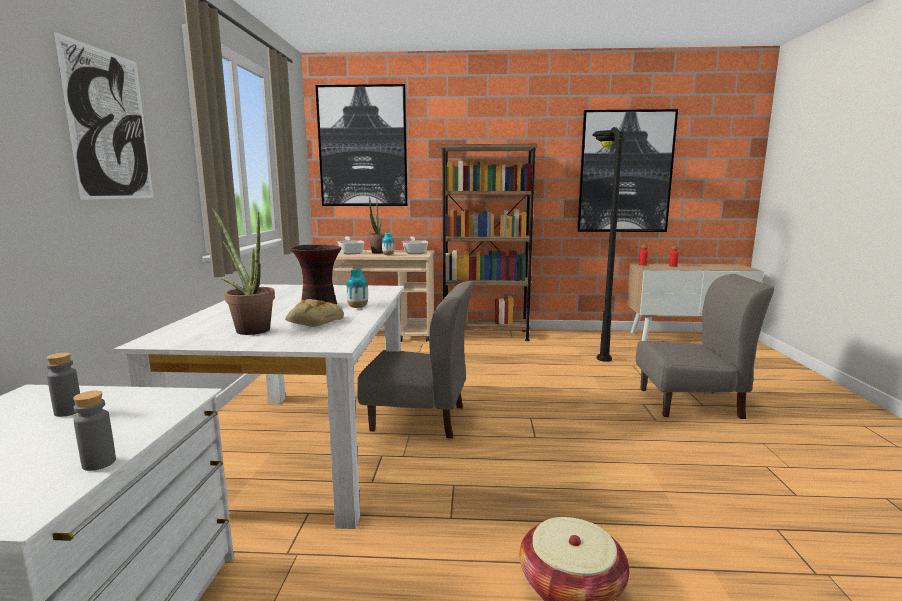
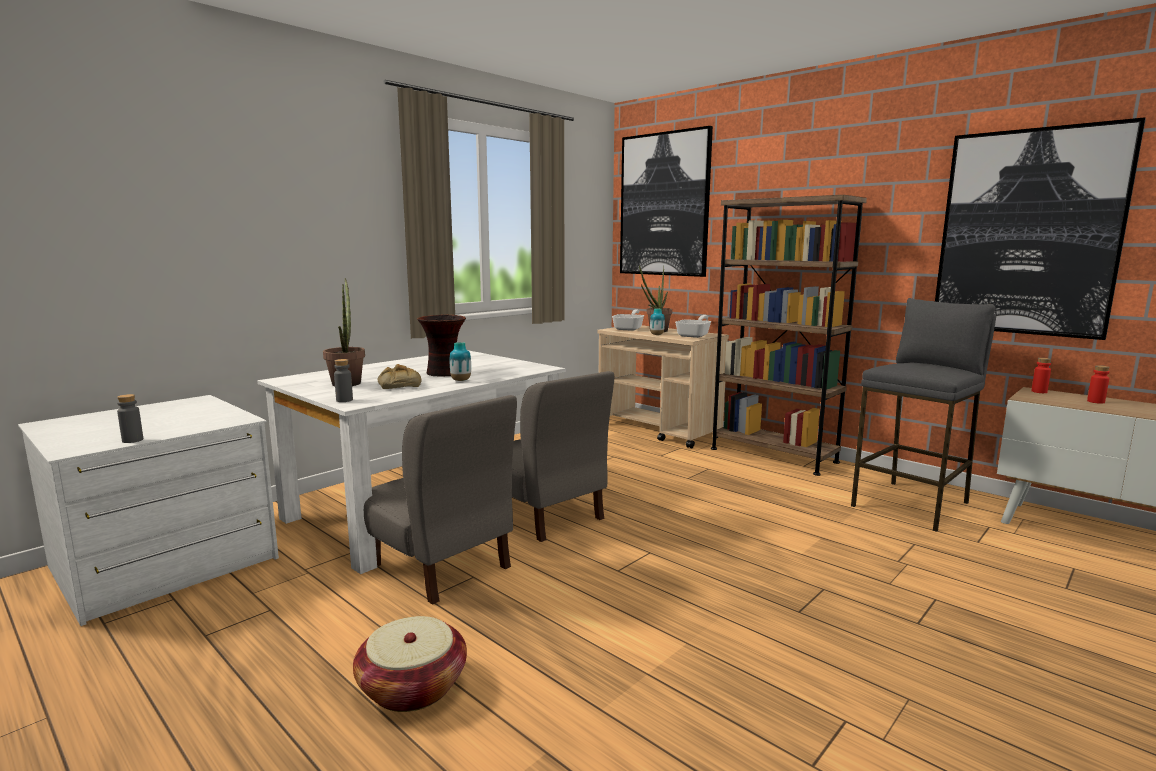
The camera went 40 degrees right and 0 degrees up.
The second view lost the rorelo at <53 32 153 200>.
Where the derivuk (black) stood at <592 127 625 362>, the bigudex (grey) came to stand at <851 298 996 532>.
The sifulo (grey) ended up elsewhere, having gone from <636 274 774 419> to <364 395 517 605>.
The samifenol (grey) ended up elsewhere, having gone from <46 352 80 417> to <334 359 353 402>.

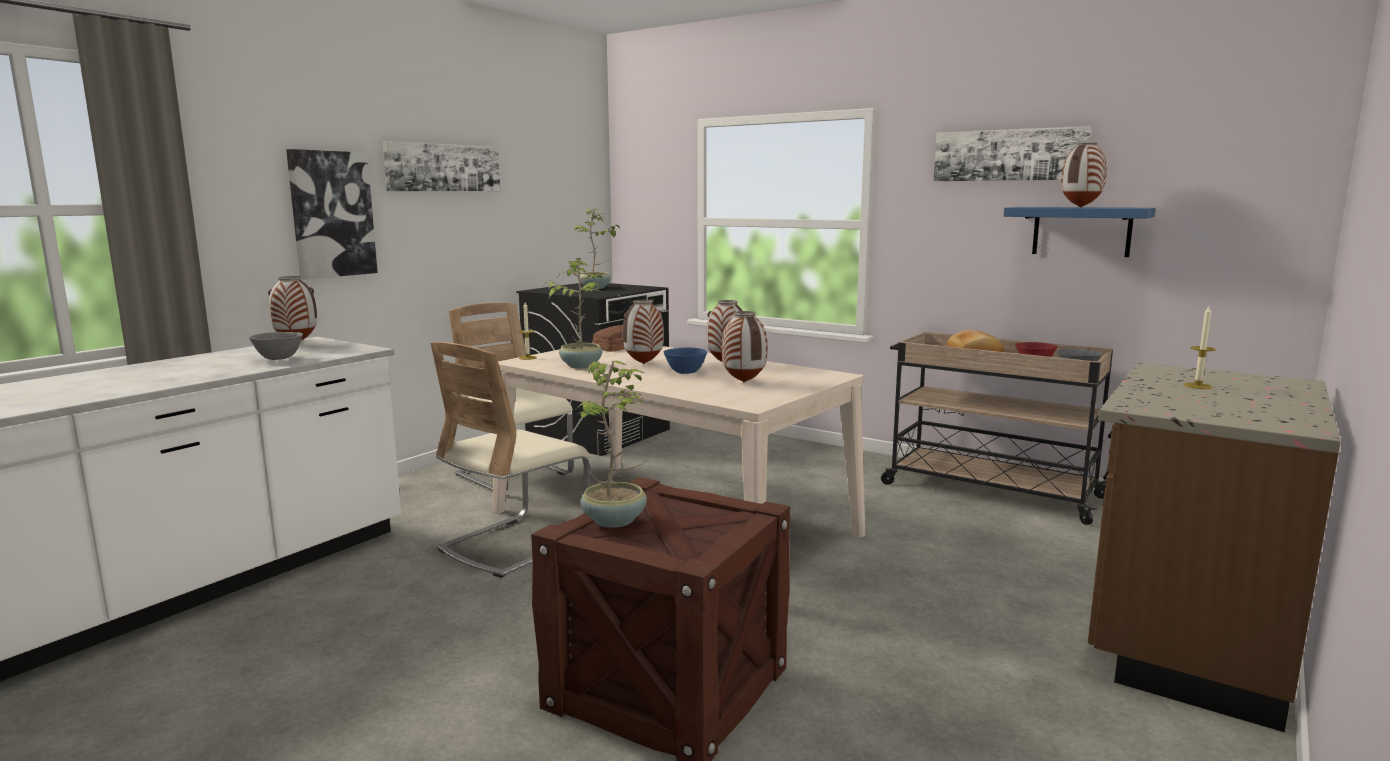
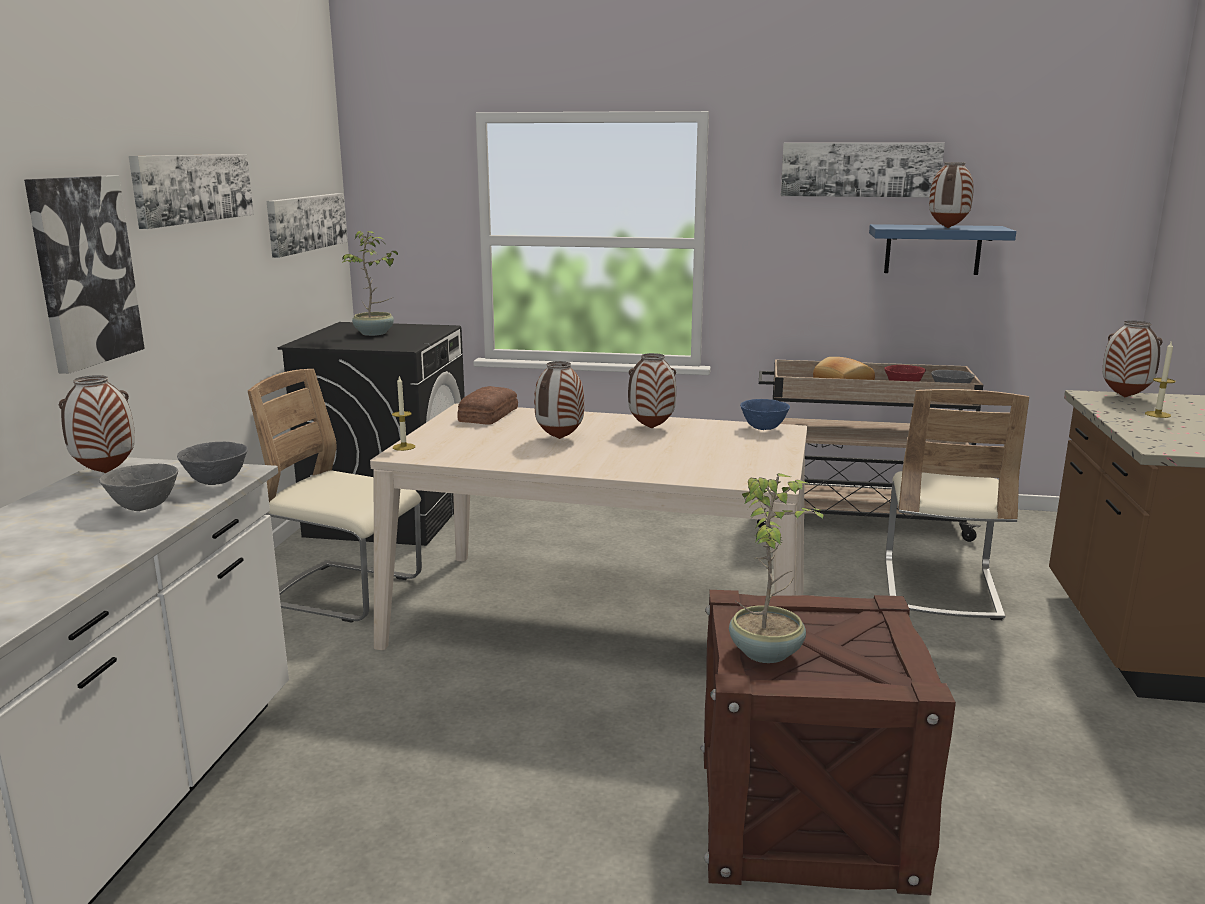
The camera went 25 degrees left and 5 degrees up.
The second view lost the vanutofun at <544 258 602 368>.
The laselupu ended up elsewhere, having gone from <722 311 767 382> to <1102 321 1163 397>.
The sifulo (beige) ended up elsewhere, having gone from <430 342 590 578> to <886 389 1029 620>.
The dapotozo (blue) ended up elsewhere, having gone from <664 347 707 374> to <740 399 790 430>.
The second view gained the rorelo at <266 193 347 258>.
The second view gained the dapotozo (grey) at <177 442 248 485>.

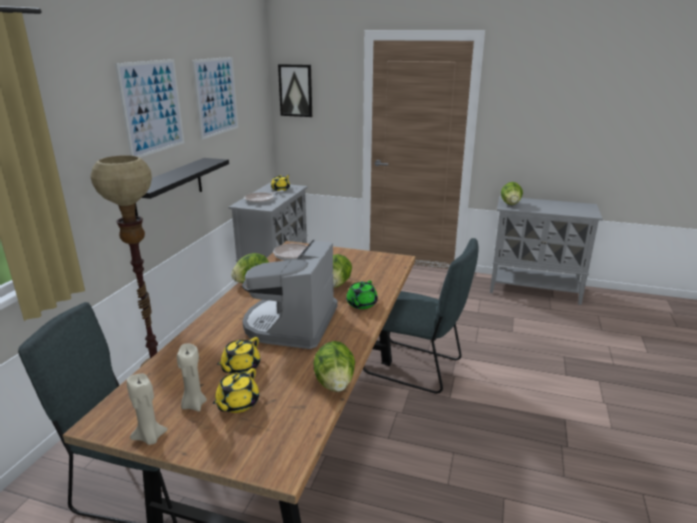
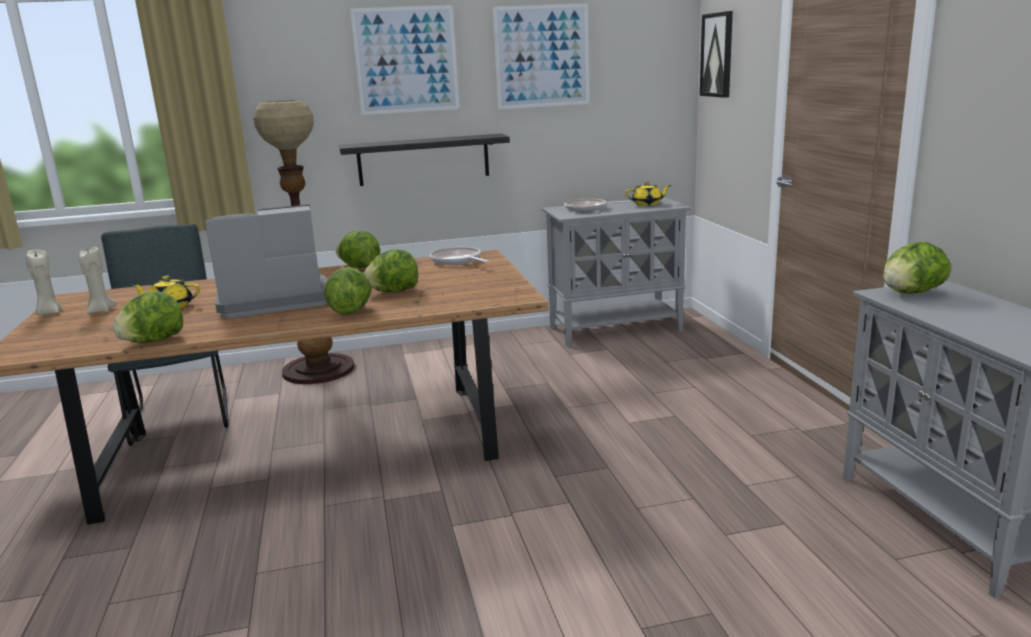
The camera went 60 degrees right and 5 degrees down.
The second view lost the sifulo (grey) at <363 238 478 394>.
Where the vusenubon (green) stood at <346 281 378 309>, the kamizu came to stand at <325 267 371 315>.
The second view lost the vusenubon (yellow) at <213 368 259 413>.

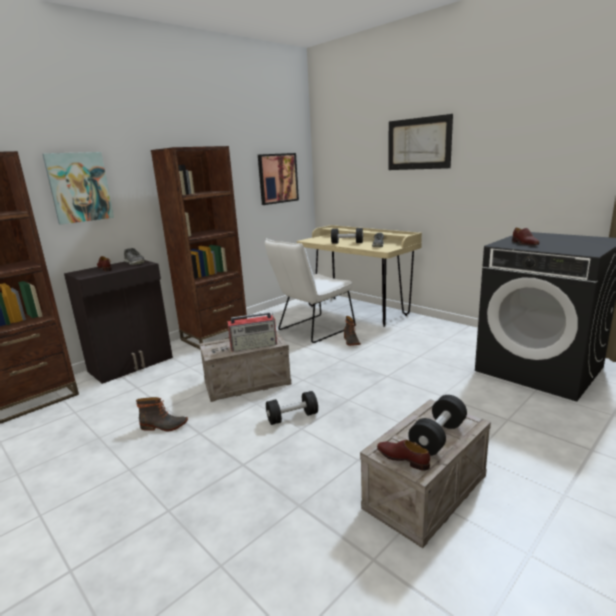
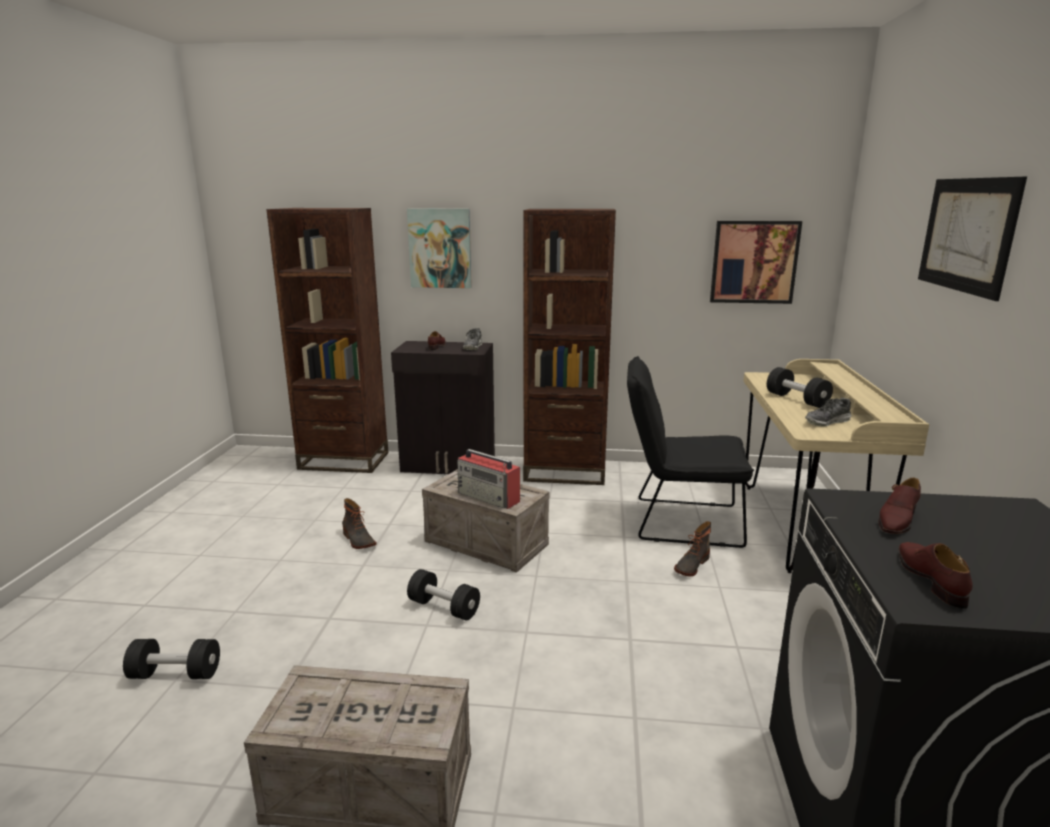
The camera went 50 degrees right and 0 degrees up.
What was the sifulo (white) at <265 238 355 343> turned into the sifulo (black) at <627 356 754 548>.
The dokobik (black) ended up elsewhere, having gone from <408 395 467 456> to <123 639 220 679>.
The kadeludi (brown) ended up elsewhere, having gone from <377 440 430 471> to <899 542 973 609>.

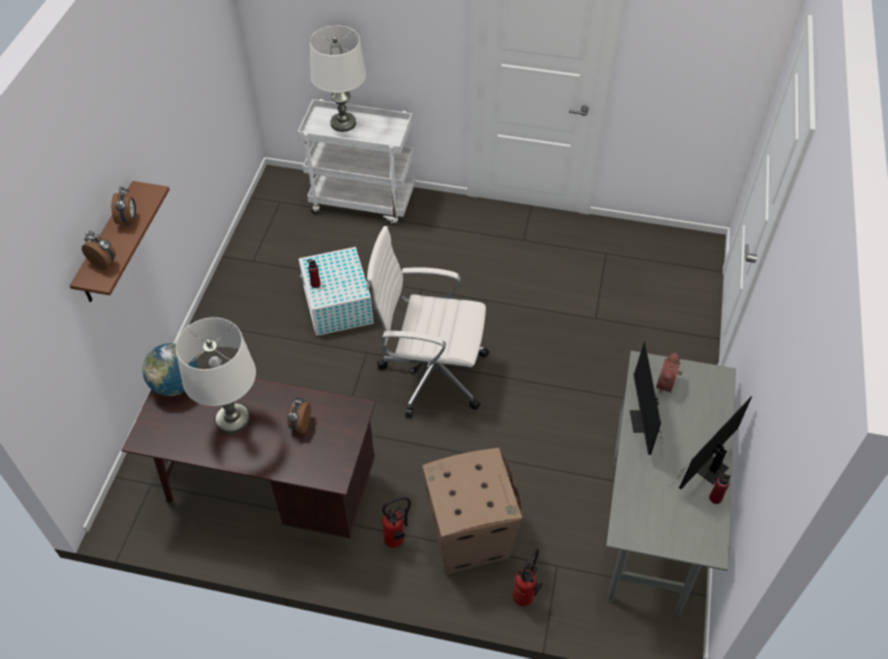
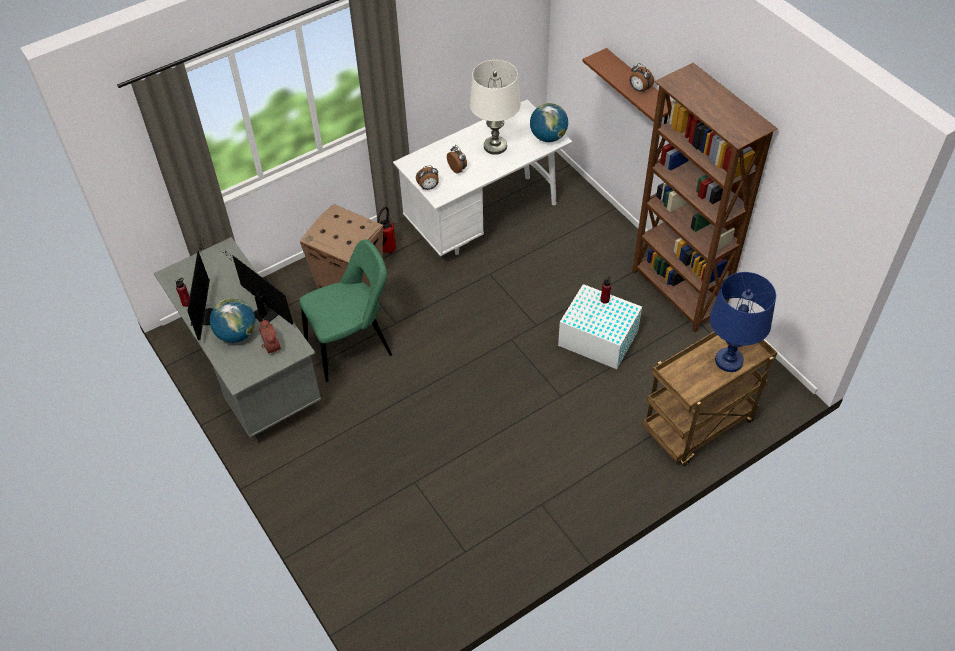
The camera went 135 degrees right and 0 degrees up.
What was the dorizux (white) at <310 25 366 132> turned into the dorizux (blue) at <710 272 776 372>.
What was the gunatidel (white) at <297 99 415 225> turned into the gunatidel (brown) at <642 332 777 466>.
The second view lost the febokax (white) at <366 226 489 418>.
The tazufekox ended up elsewhere, having gone from <82 231 116 270> to <416 166 438 190>.
What was the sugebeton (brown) at <121 368 376 538> turned into the sugebeton (white) at <393 100 573 256>.
The second view lost the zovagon at <513 549 542 606>.
The second view gained the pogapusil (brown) at <632 63 778 333>.
The second view gained the sifulo (green) at <300 239 392 382>.
The second view gained the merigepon at <210 298 255 343>.

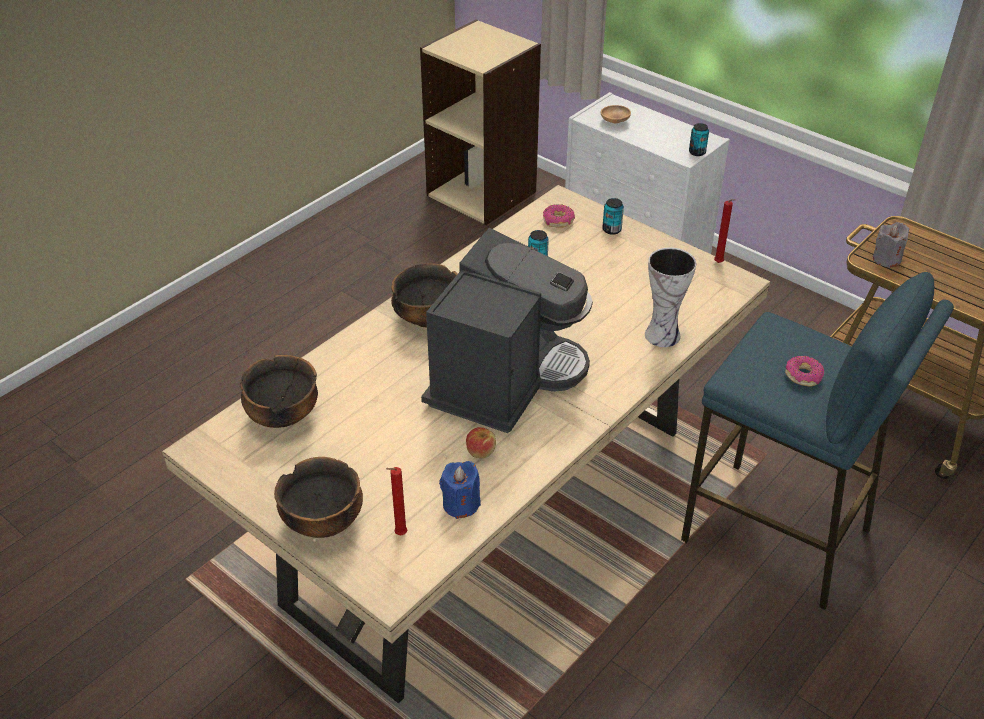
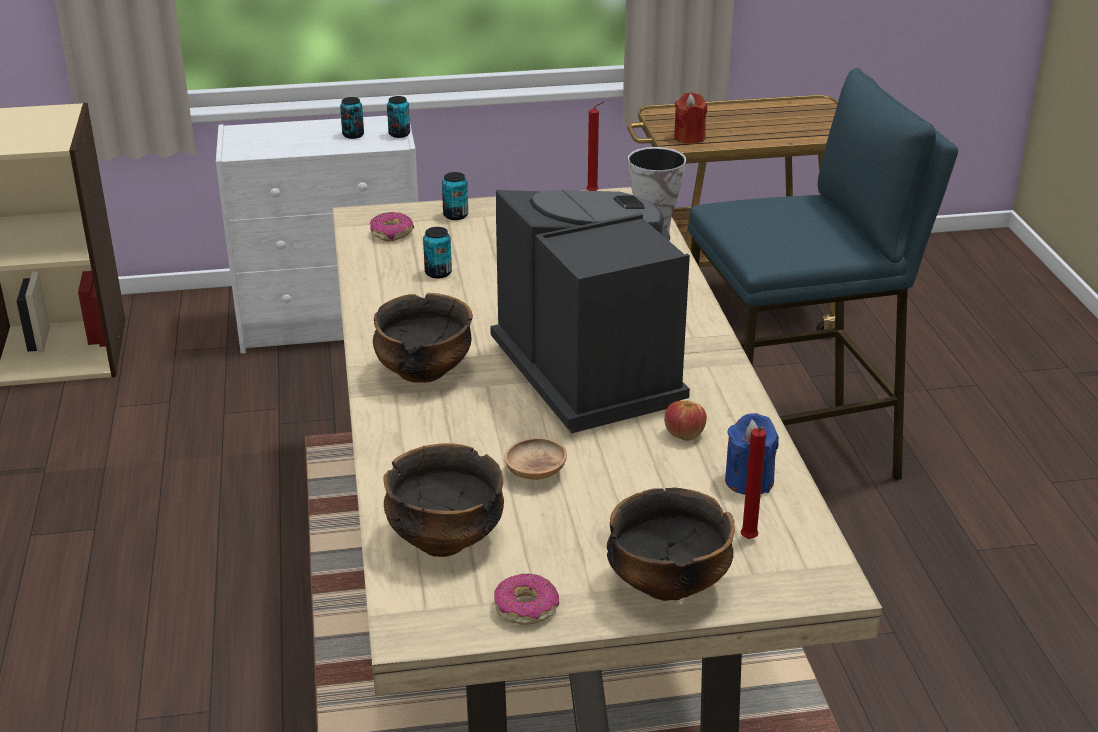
The camera went 50 degrees left and 10 degrees down.
The dapotozo (brown) ended up elsewhere, having gone from <601 105 631 123> to <505 438 567 480>.
What was the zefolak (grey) at <873 222 909 268> turned into the zefolak (red) at <674 92 707 144>.
The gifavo ended up elsewhere, having gone from <785 356 824 387> to <494 574 559 625>.
The second view gained the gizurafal at <340 97 364 139>.

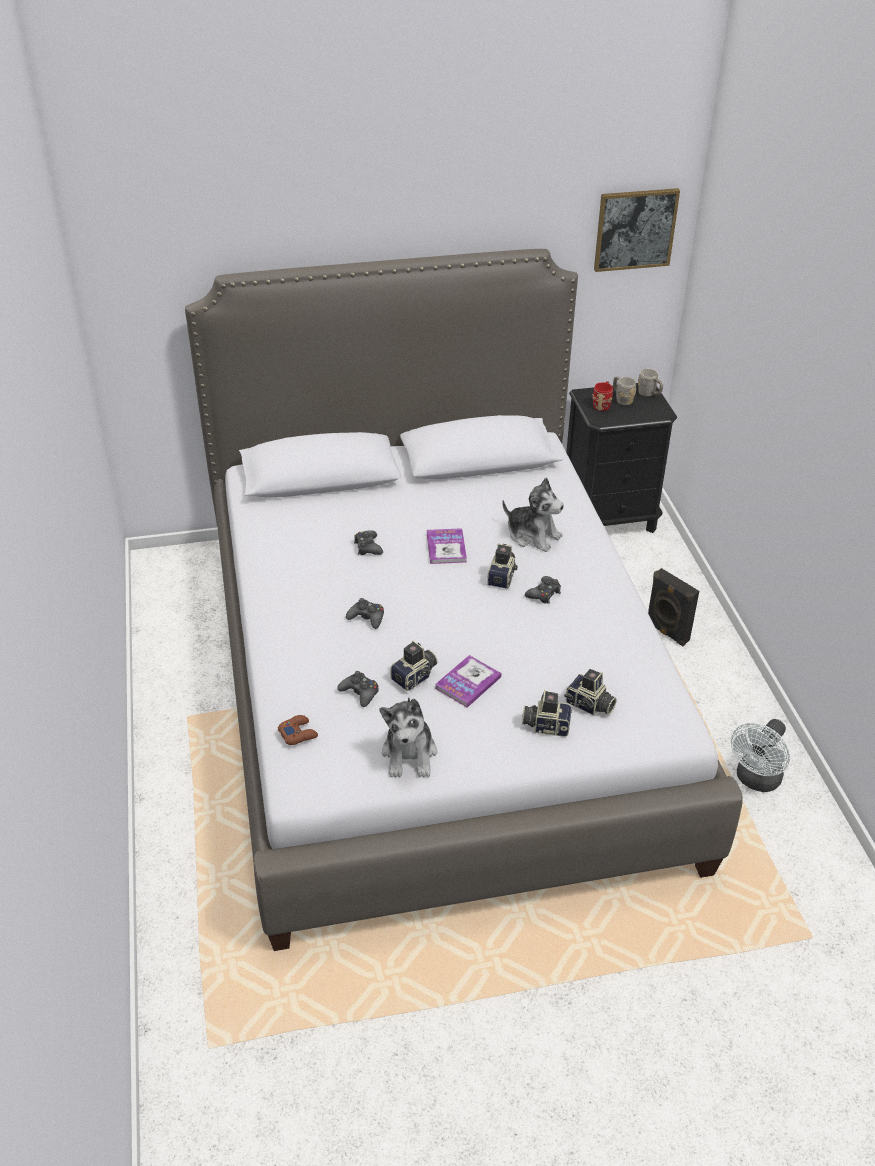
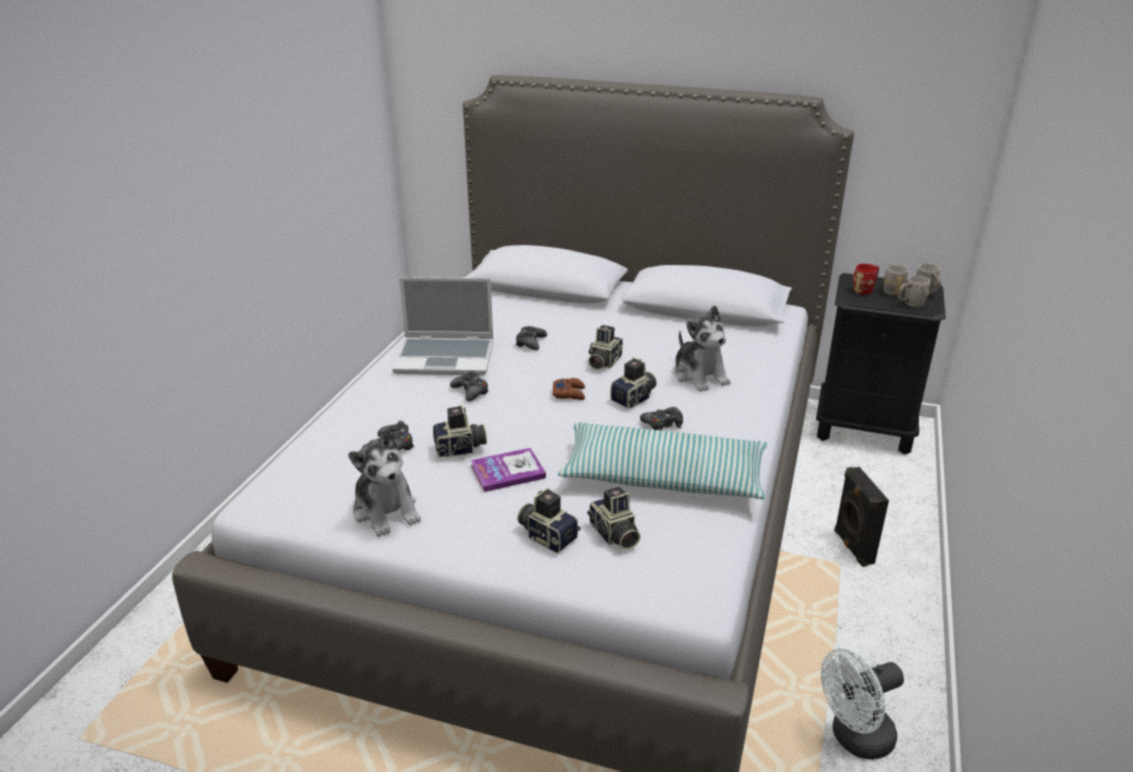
The camera went 30 degrees right and 10 degrees down.
The second view lost the rorelo at <594 188 680 272>.
Where the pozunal stood at <427 528 467 564>, the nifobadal came to stand at <588 325 623 370>.
The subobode at <380 697 437 778> ended up facing another way, 60 degrees counterclockwise from before.
The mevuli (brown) ended up elsewhere, having gone from <278 715 318 745> to <553 378 585 400>.
The second view gained the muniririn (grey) at <898 276 930 307>.
The second view gained the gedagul at <392 277 494 375>.
The second view gained the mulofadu at <558 422 767 499>.

